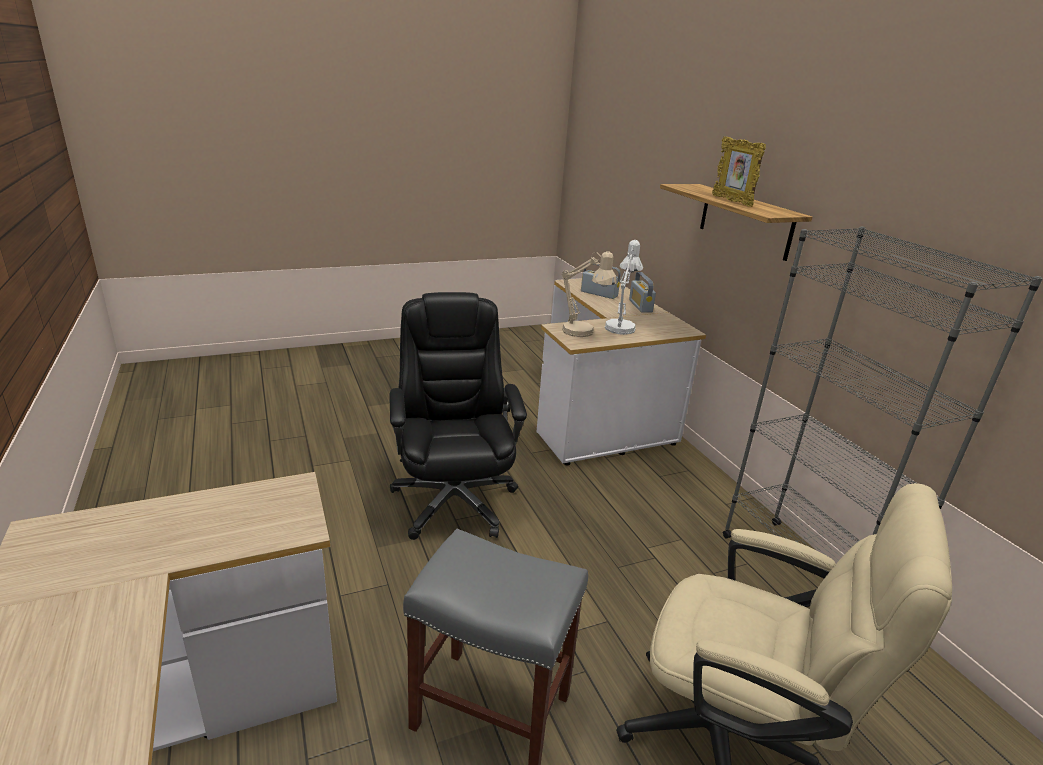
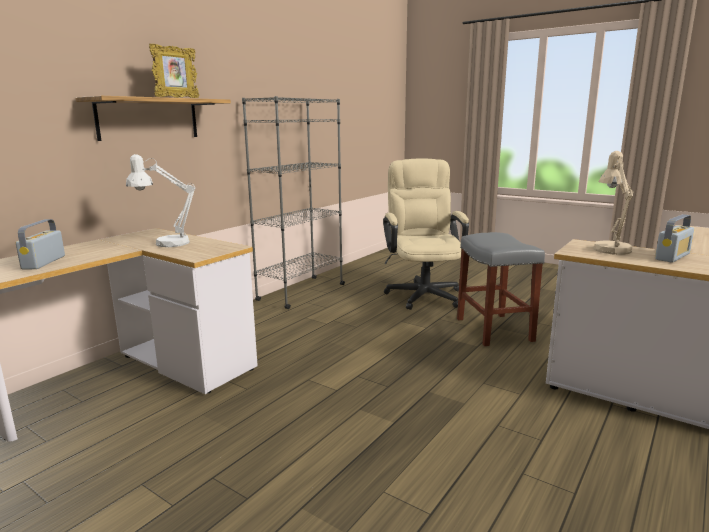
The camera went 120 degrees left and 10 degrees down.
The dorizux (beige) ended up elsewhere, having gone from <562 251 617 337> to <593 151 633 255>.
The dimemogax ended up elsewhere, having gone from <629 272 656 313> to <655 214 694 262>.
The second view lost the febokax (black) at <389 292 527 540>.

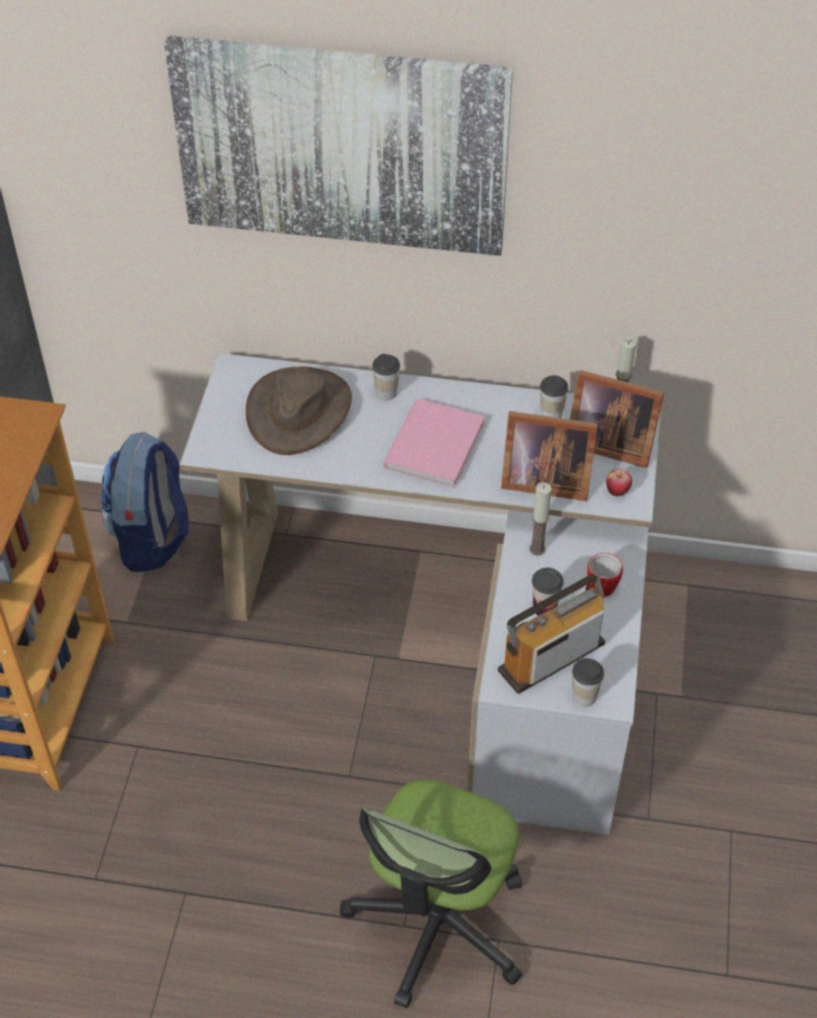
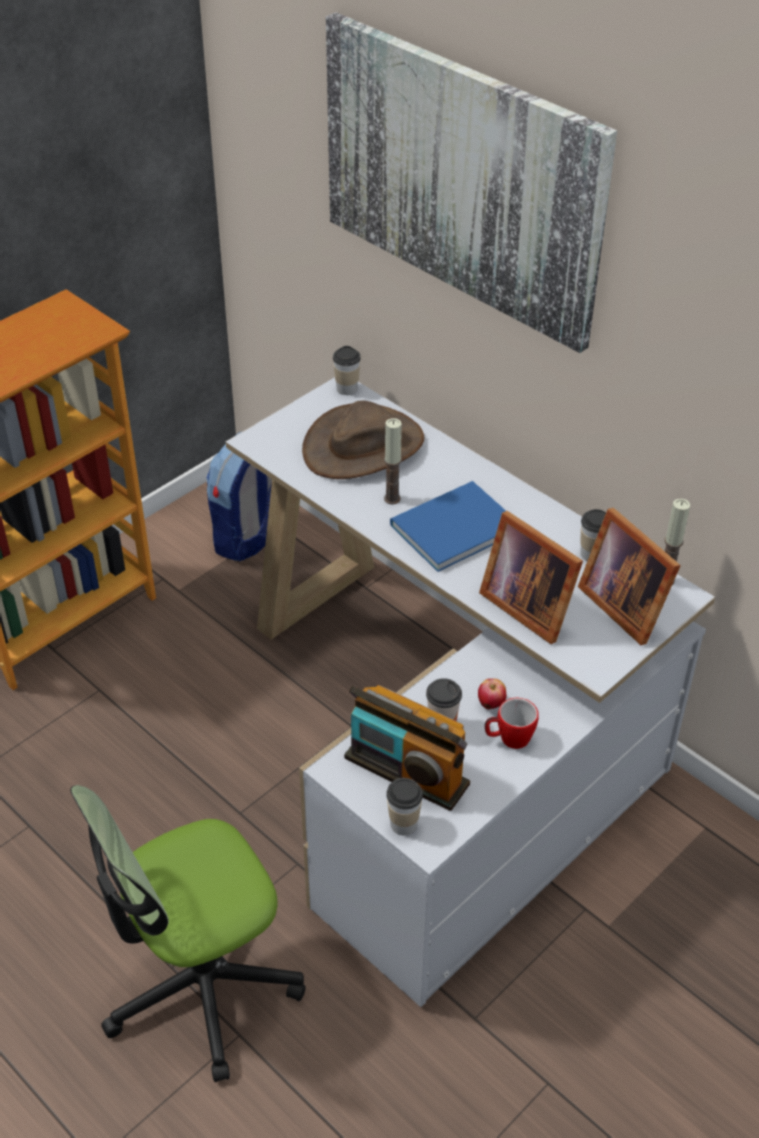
The camera went 35 degrees right and 5 degrees down.
The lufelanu ended up elsewhere, having gone from <372 354 400 400> to <333 346 361 395>.
What was the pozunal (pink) at <383 399 485 488> turned into the pozunal (blue) at <390 481 506 572>.
The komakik ended up elsewhere, having gone from <606 469 632 497> to <478 678 506 710>.
The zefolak ended up elsewhere, having gone from <529 482 551 555> to <384 418 402 504>.
The dimemogax at <498 574 605 694> ended up facing another way, 150 degrees counterclockwise from before.

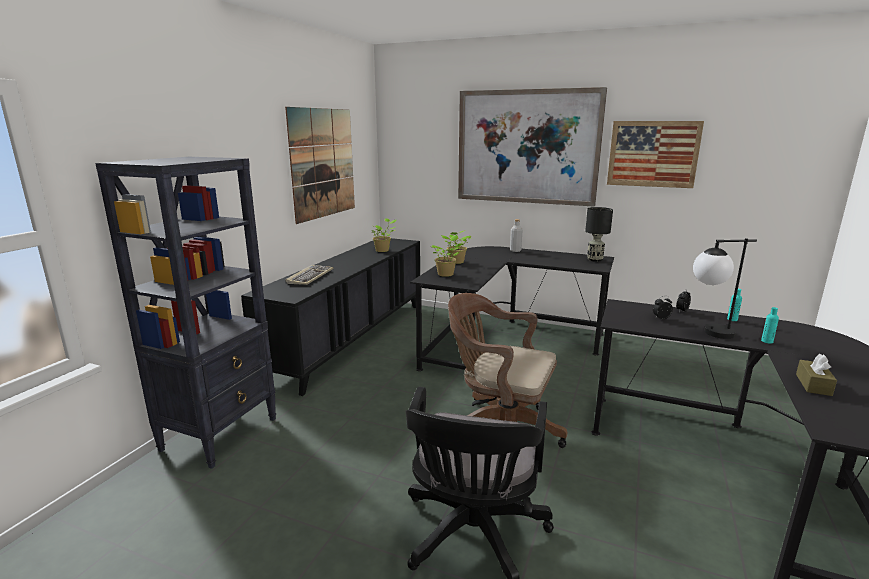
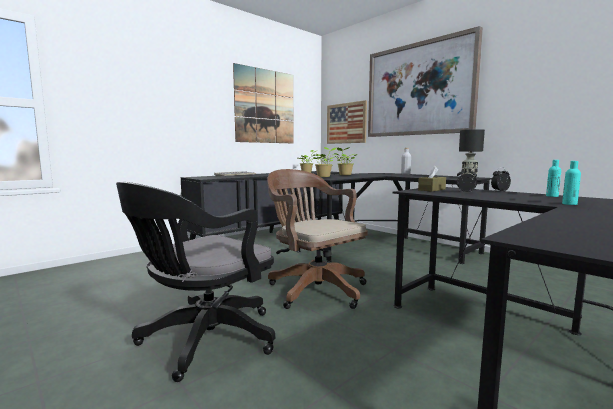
The camera went 25 degrees right and 10 degrees down.
The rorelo ended up elsewhere, having gone from <607 121 704 188> to <327 100 367 144>.
The second view lost the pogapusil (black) at <95 157 276 469>.
The second view lost the dorizux at <693 238 757 339>.
The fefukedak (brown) ended up elsewhere, having gone from <796 354 837 396> to <418 166 446 192>.

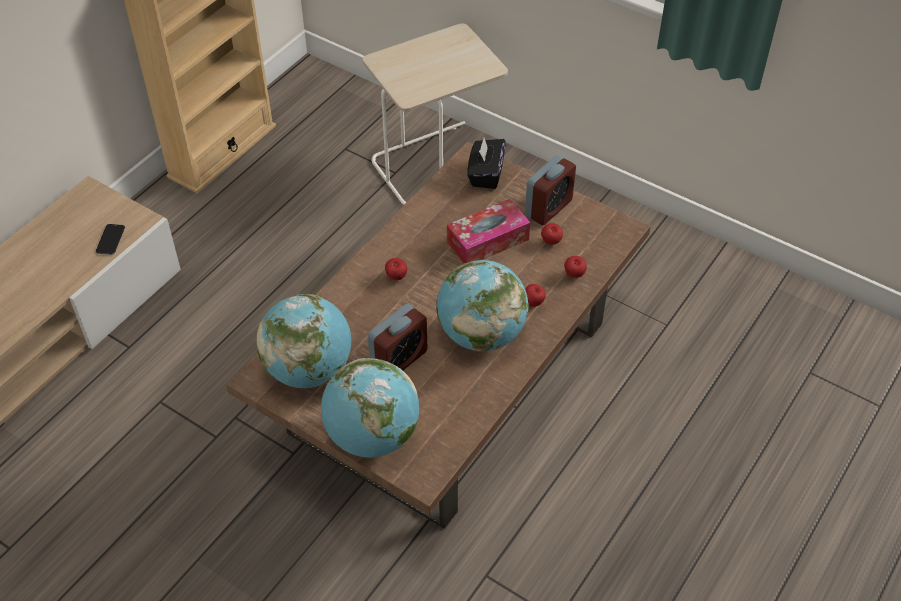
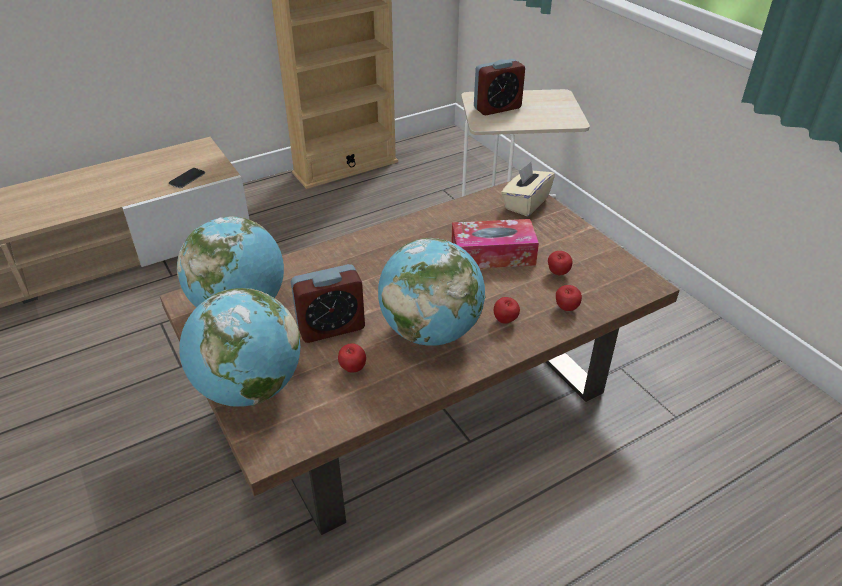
The camera went 25 degrees right and 10 degrees down.
What was the fefukedak (black) at <467 138 506 189> turned into the fefukedak (beige) at <501 162 555 216>.
The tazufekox ended up elsewhere, having gone from <525 155 576 225> to <474 59 525 115>.
The komakik ended up elsewhere, having gone from <385 258 407 280> to <338 343 366 373>.

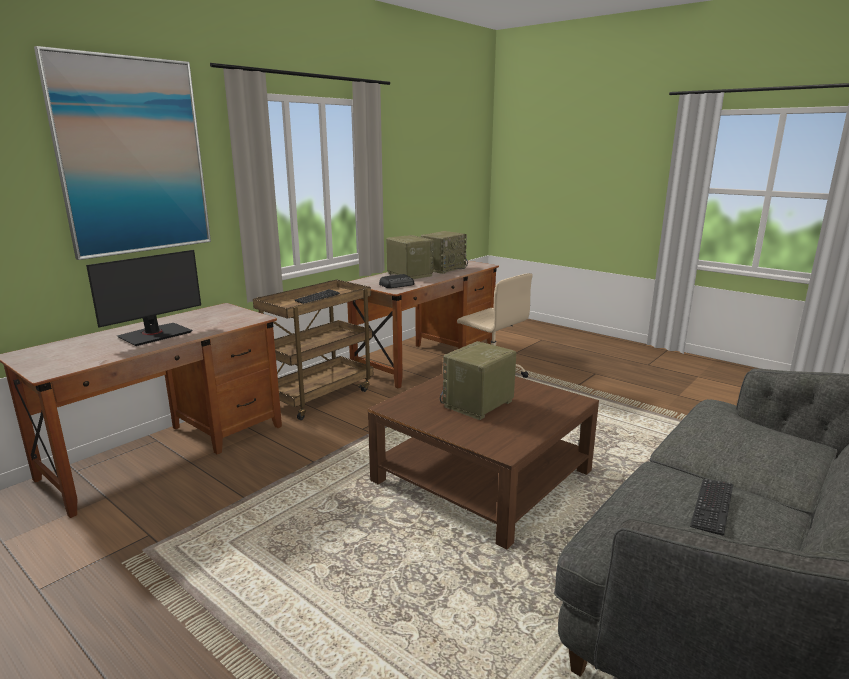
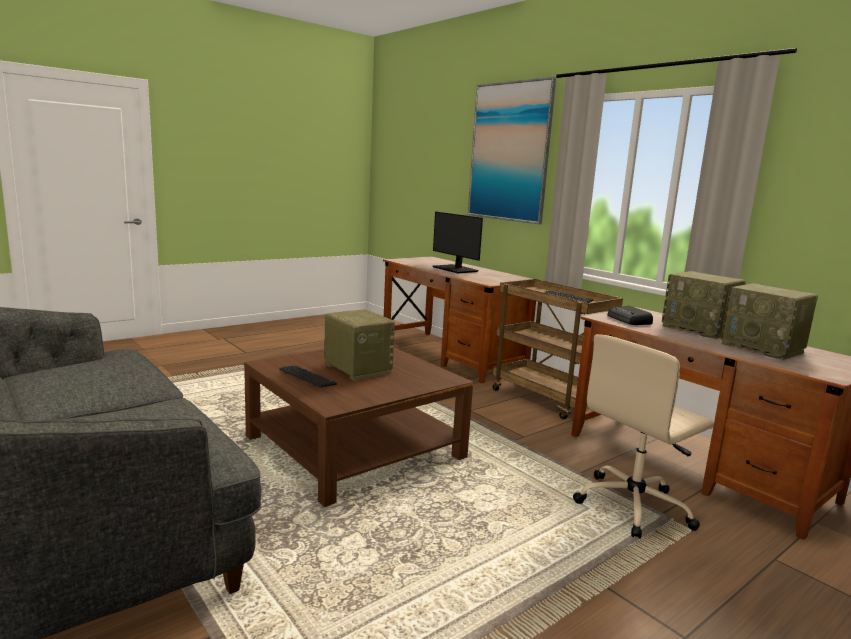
The camera went 100 degrees right and 5 degrees down.
The dimemogax at <386 235 433 279> ended up facing another way, 75 degrees clockwise from before.
The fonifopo ended up elsewhere, having gone from <690 479 733 536> to <279 365 337 388>.

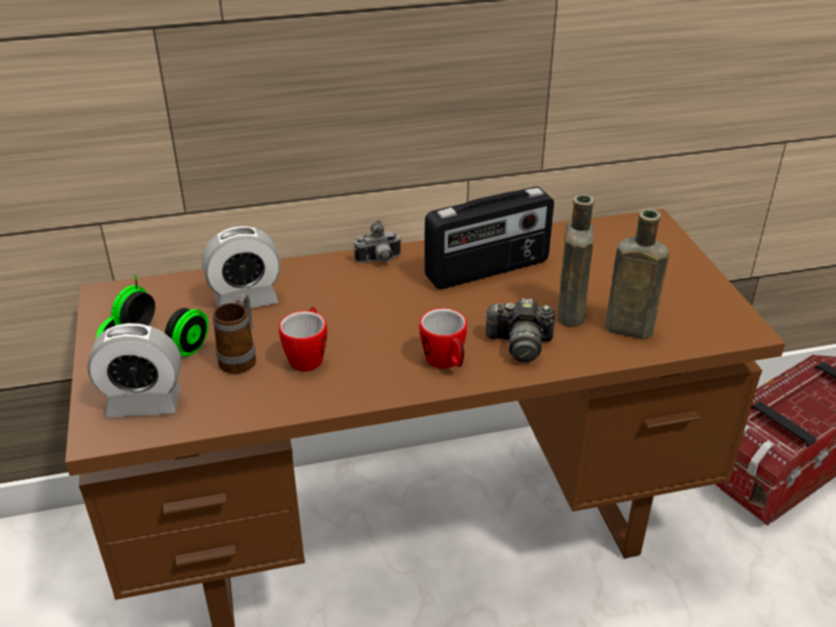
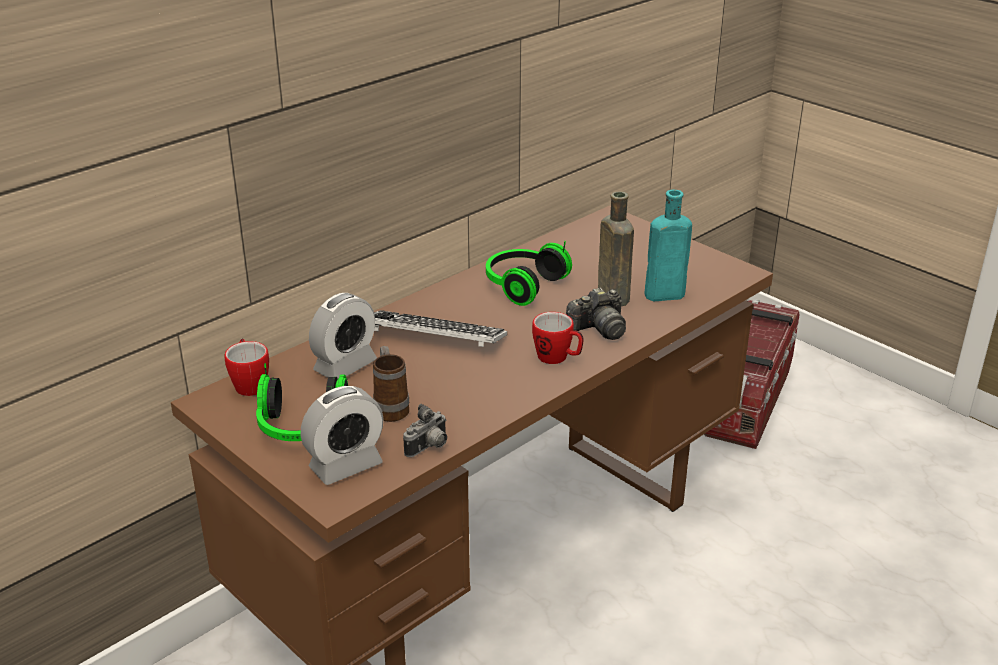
The camera went 30 degrees left and 5 degrees down.
Where the dimemogax stood at <425 186 554 289>, the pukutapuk came to stand at <486 241 572 306>.
What was the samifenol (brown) at <605 209 669 339> turned into the samifenol (turquoise) at <645 189 692 301>.
The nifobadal ended up elsewhere, having gone from <354 220 401 263> to <403 404 447 457>.
The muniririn ended up elsewhere, having gone from <279 307 327 372> to <225 339 269 396>.
The second view gained the fonifopo at <374 310 507 347>.

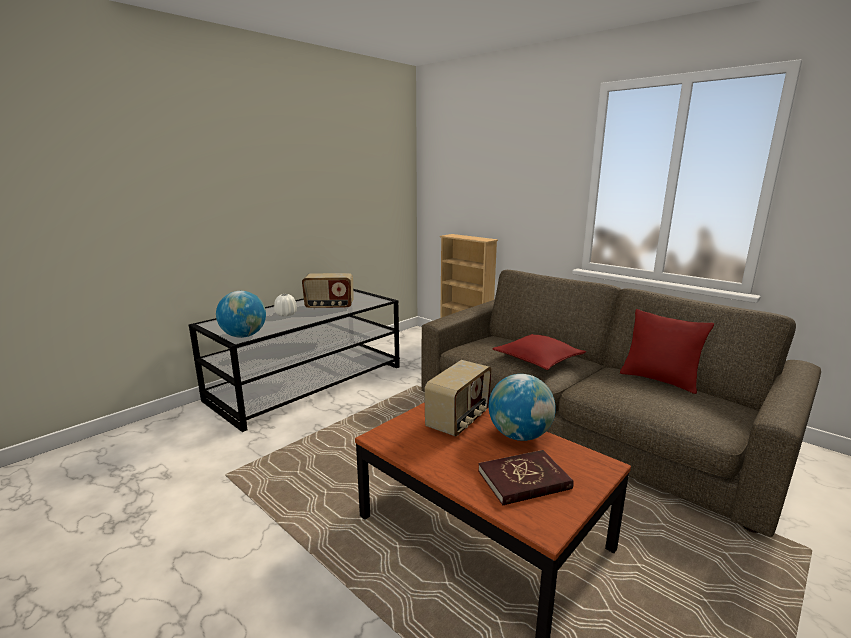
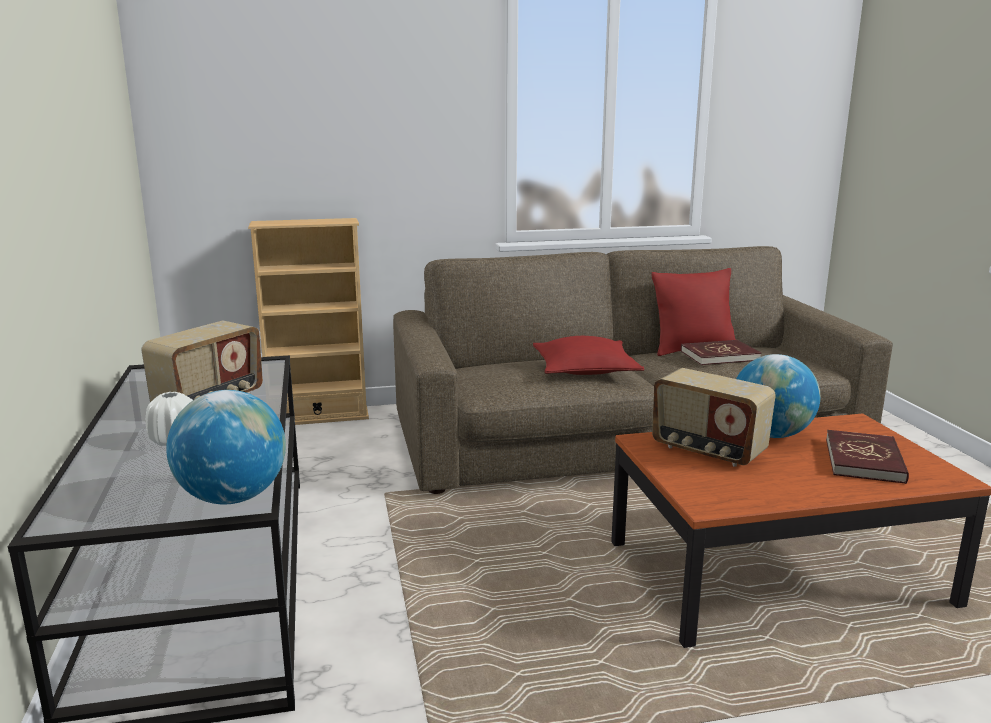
The camera went 55 degrees left and 0 degrees up.
The dimemogax at <424 360 492 437> ended up facing another way, 150 degrees clockwise from before.
The second view gained the pozunal (red) at <681 340 761 365>.

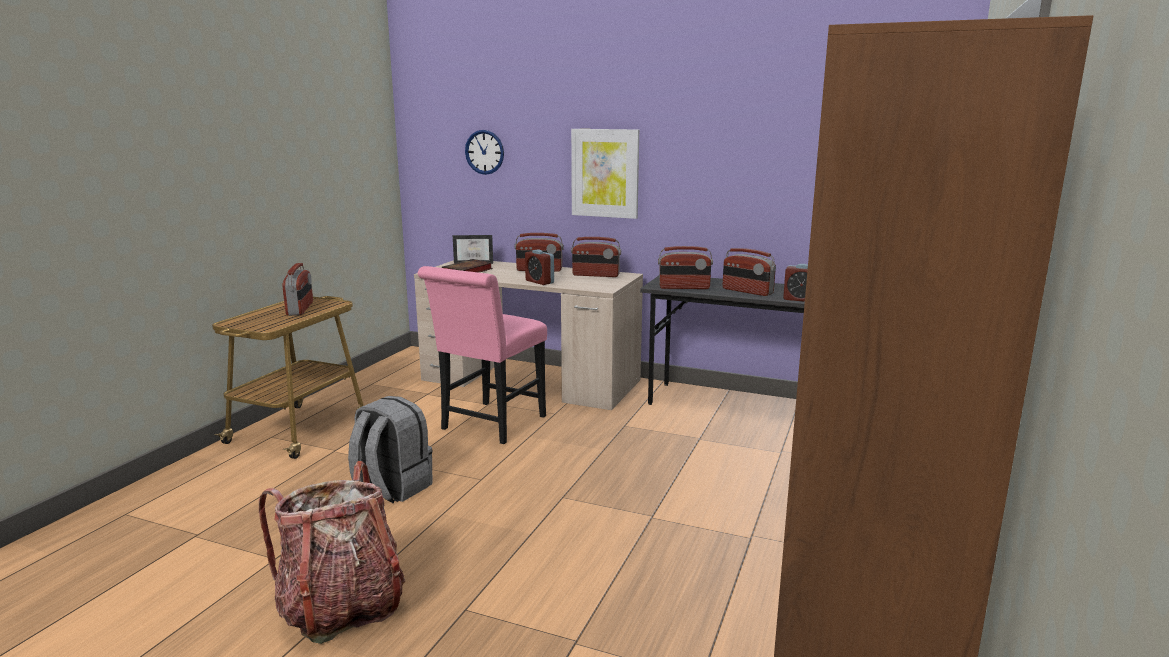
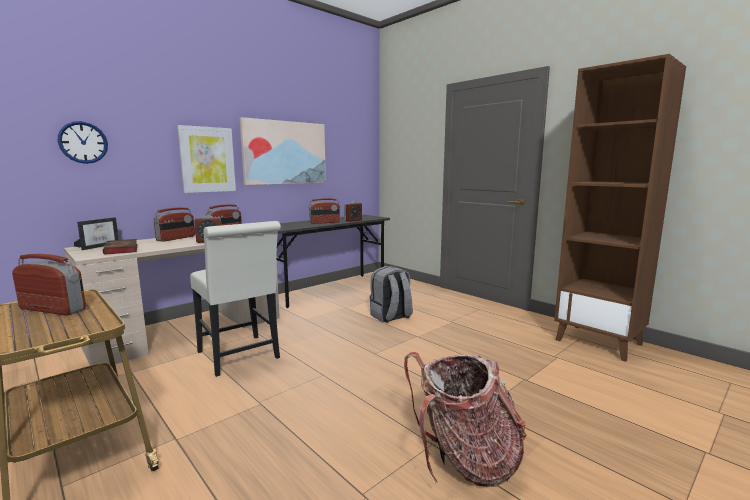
The camera went 65 degrees left and 5 degrees down.
The second view lost the dimemogax at <658 246 713 289>.
What was the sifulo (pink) at <417 266 547 444> turned into the sifulo (white) at <190 221 281 377>.
The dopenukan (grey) ended up elsewhere, having gone from <348 396 432 503> to <370 266 413 323>.
The second view gained the rorelo at <240 117 326 185>.

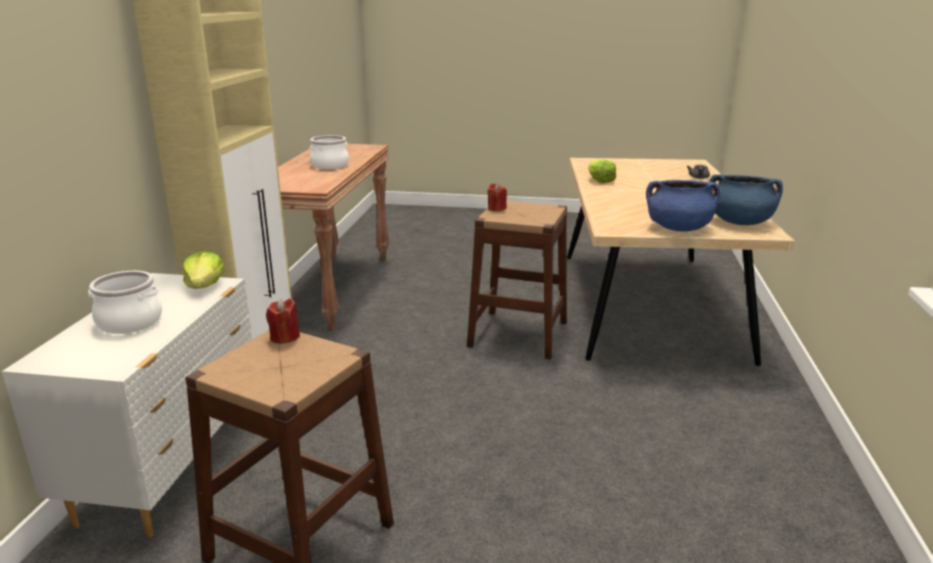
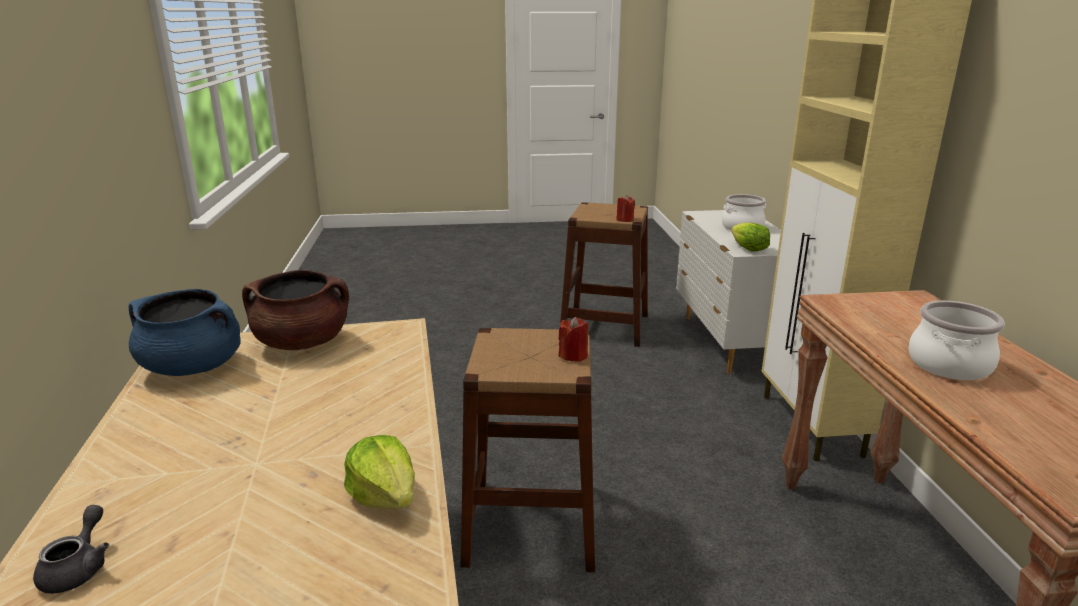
The camera went 165 degrees right and 0 degrees up.
What was the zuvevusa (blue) at <646 180 720 231> turned into the zuvevusa (brown) at <242 270 349 350>.

